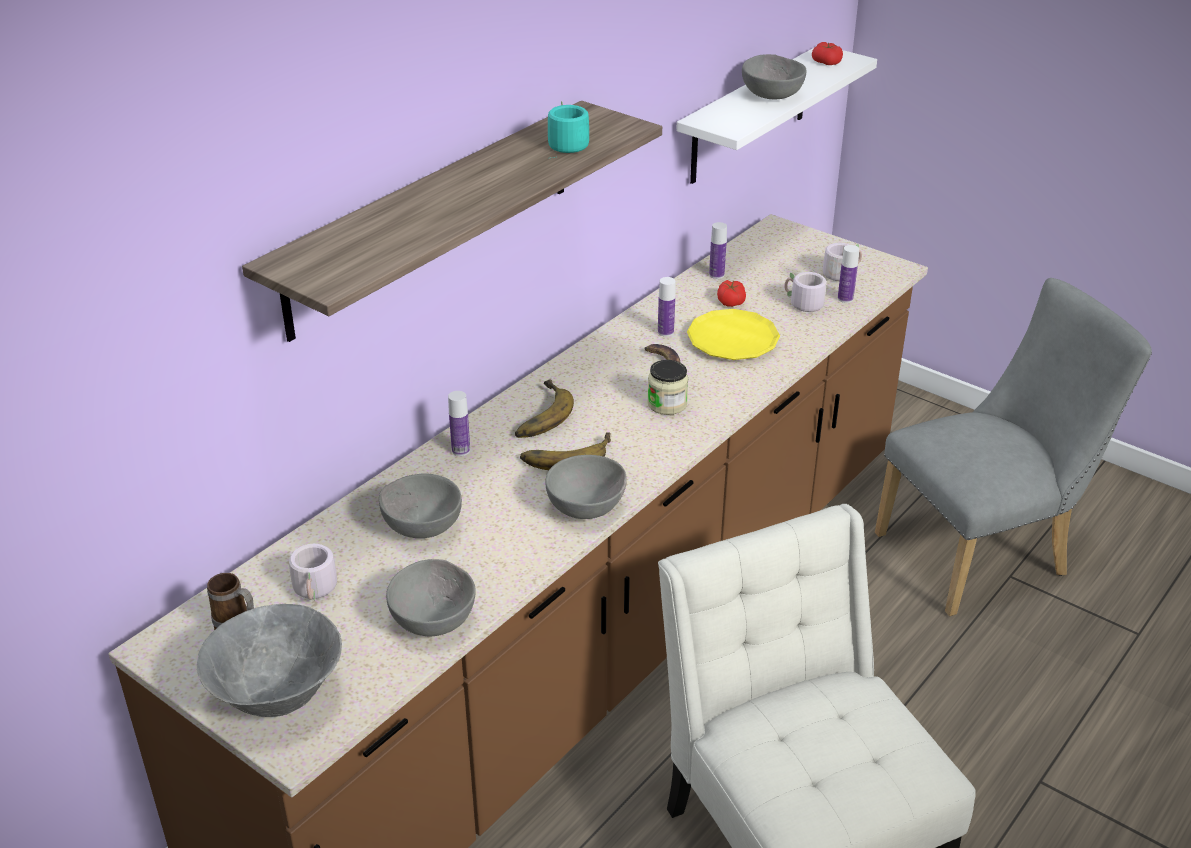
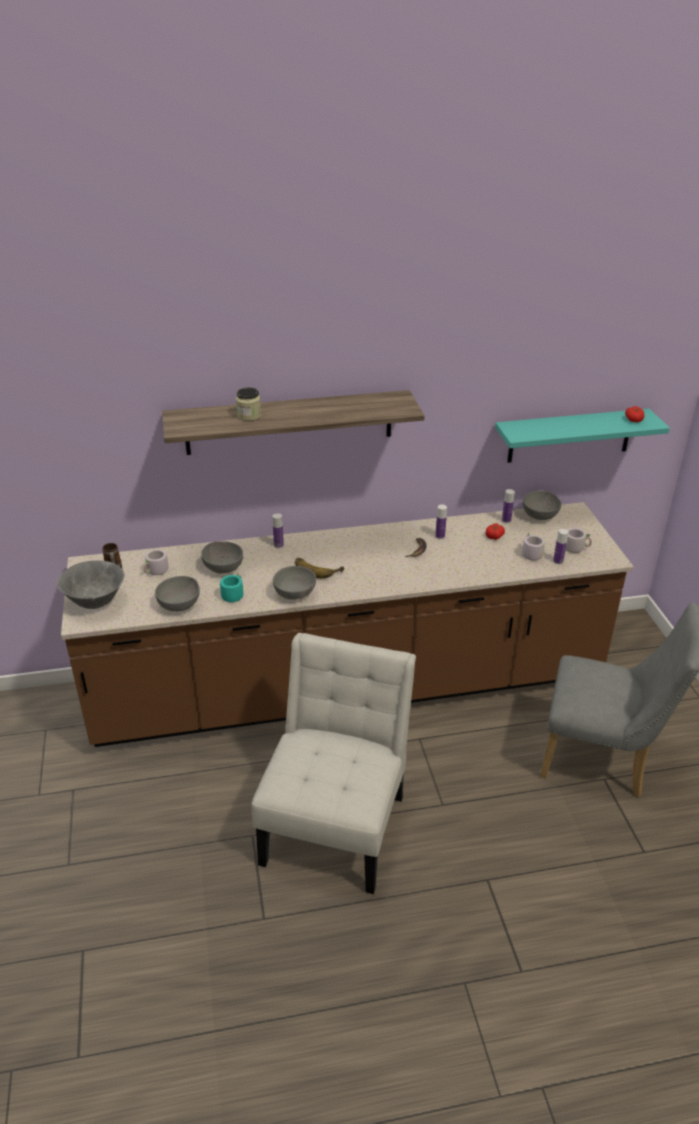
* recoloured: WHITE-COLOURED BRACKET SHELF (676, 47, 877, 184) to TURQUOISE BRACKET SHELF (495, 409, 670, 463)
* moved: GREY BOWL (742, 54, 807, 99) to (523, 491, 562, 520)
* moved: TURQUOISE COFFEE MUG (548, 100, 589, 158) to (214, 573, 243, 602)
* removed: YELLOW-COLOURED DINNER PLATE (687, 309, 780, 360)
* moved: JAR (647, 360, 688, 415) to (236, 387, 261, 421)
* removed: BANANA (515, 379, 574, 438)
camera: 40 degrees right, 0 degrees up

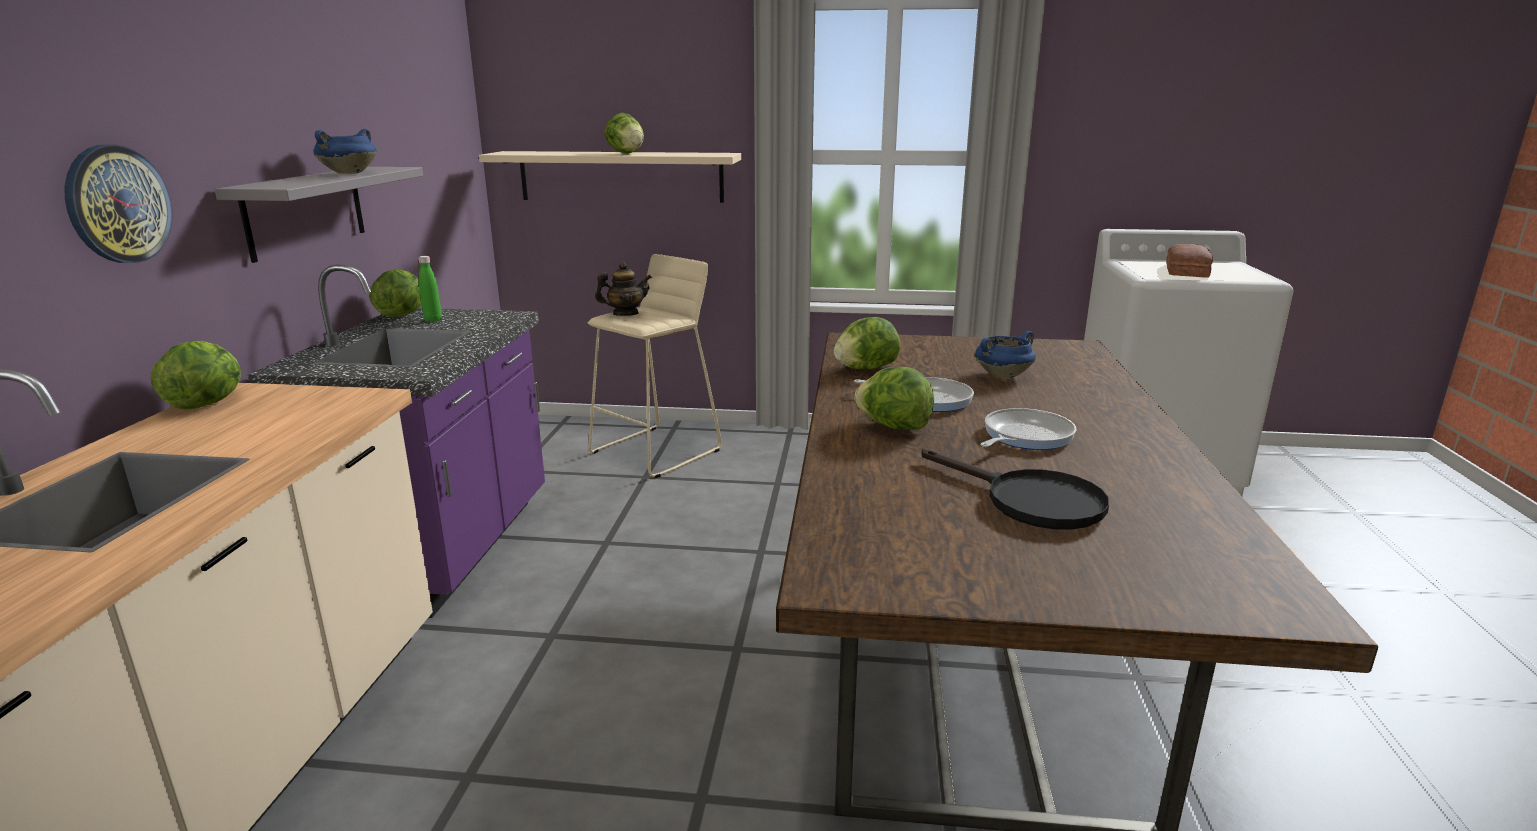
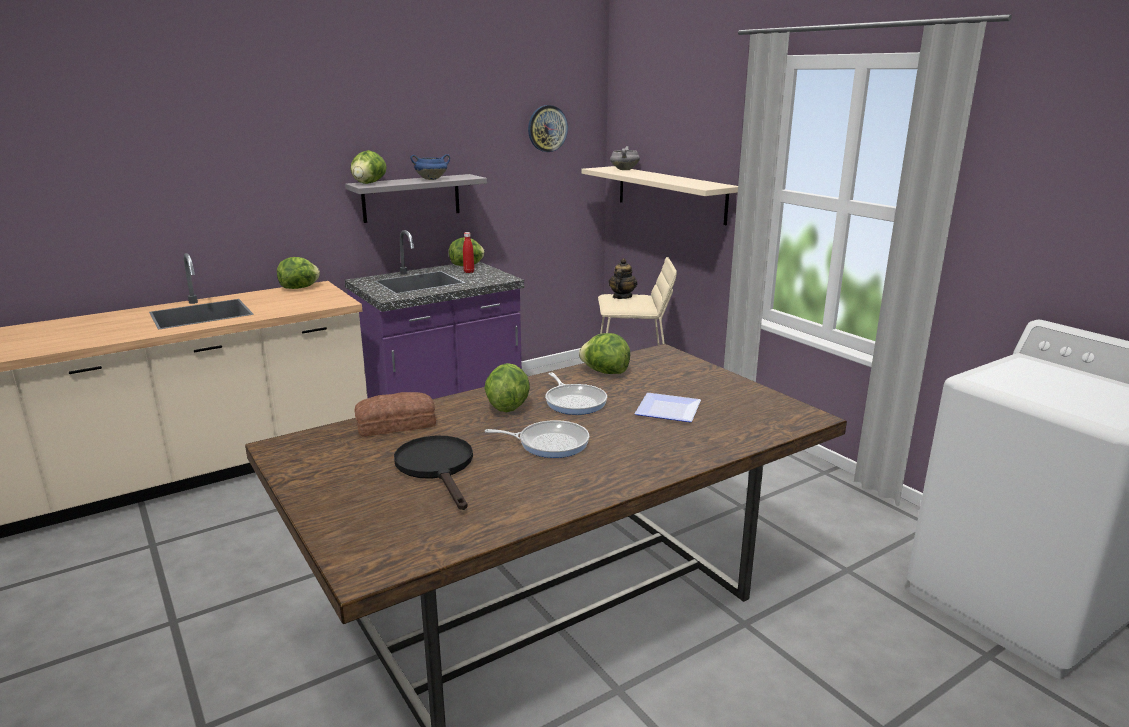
* moved: HEAD OF LETTUCE (605, 113, 644, 154) to (350, 150, 386, 184)
* moved: HANGING CLOCK (65, 144, 172, 263) to (528, 105, 568, 152)
* moved: BAKERY BREAD (1166, 244, 1213, 278) to (354, 392, 436, 437)
* recoloured: GREEN DRINK BOTTLE (418, 256, 442, 322) to RED-COLOURED DRINK BOTTLE (463, 232, 474, 273)
* turned: TEAPOT (595, 262, 652, 316) = (608, 258, 637, 299) 105 degrees counterclockwise
* replaced: BLUISH STOCKPOT (975, 331, 1036, 379) to DINNER PLATE (635, 393, 701, 422)
* turned: BLACKISH SKILLET (921, 449, 1109, 530) = (394, 436, 473, 510) 150 degrees clockwise
* added: GREY STOCKPOT (610, 146, 640, 170)
camera: 50 degrees right, 0 degrees up

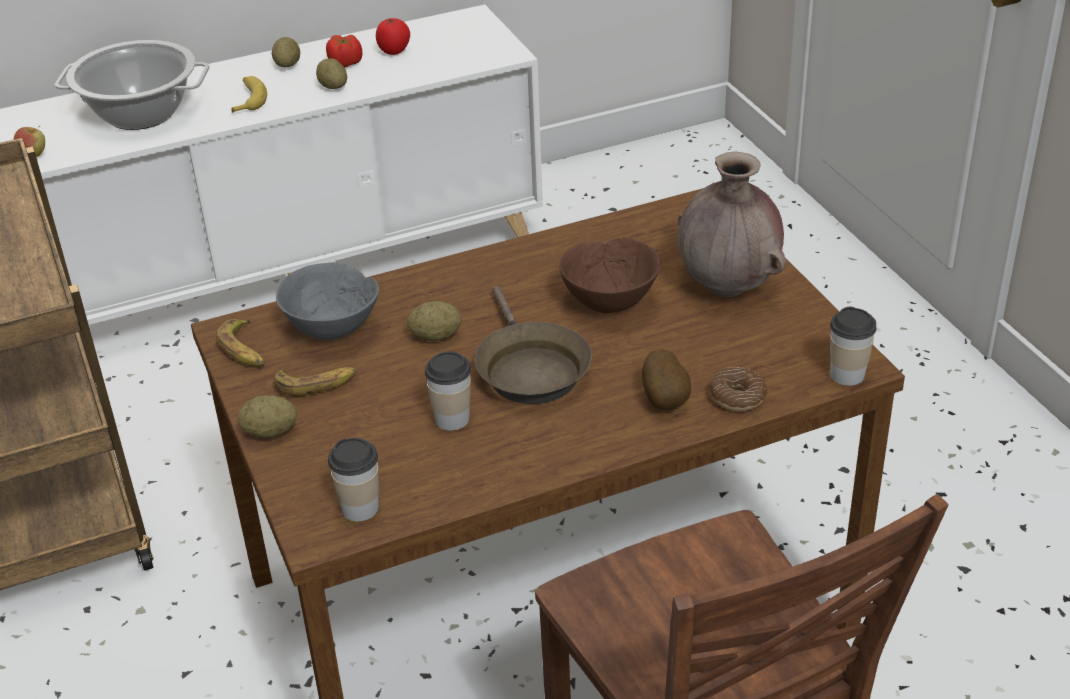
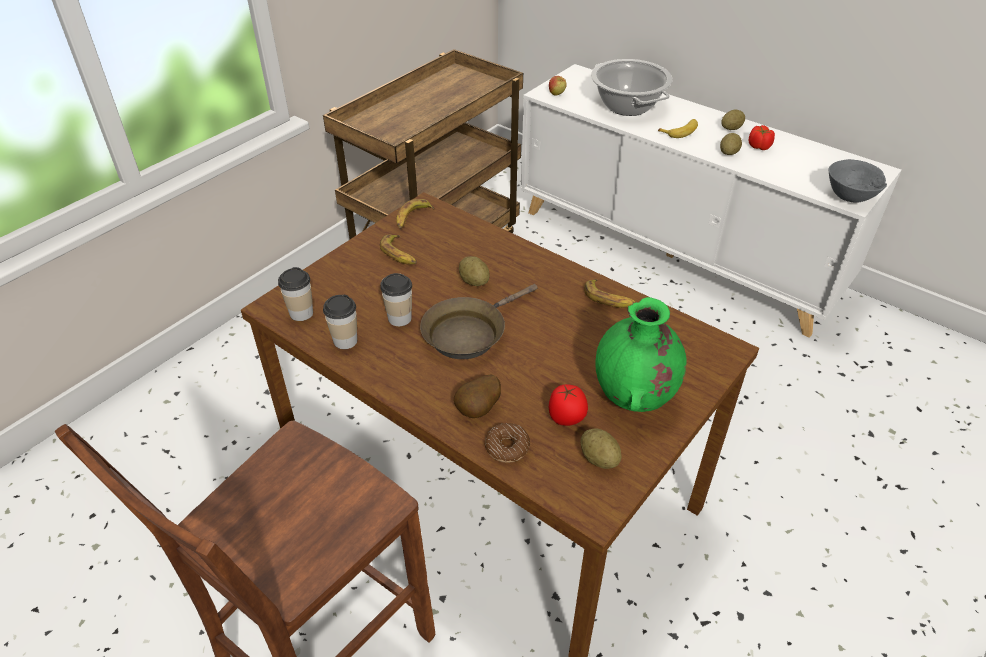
* moved: TOMATO (376, 18, 410, 55) to (549, 384, 588, 426)
* recoloured: BROWN-COLOURED VASE (678, 152, 787, 297) to GREEN VASE (595, 297, 687, 412)
* removed: BROWN-COLOURED BOWL (559, 237, 661, 313)
* moved: GREY BOWL (276, 263, 379, 340) to (829, 159, 887, 202)
* moved: DRINKING CUP (830, 307, 877, 386) to (323, 295, 357, 349)
* moved: WHOLE POTATO (237, 395, 297, 438) to (580, 428, 622, 469)
* added: BANANA (584, 279, 635, 308)
camera: 60 degrees right, 5 degrees up

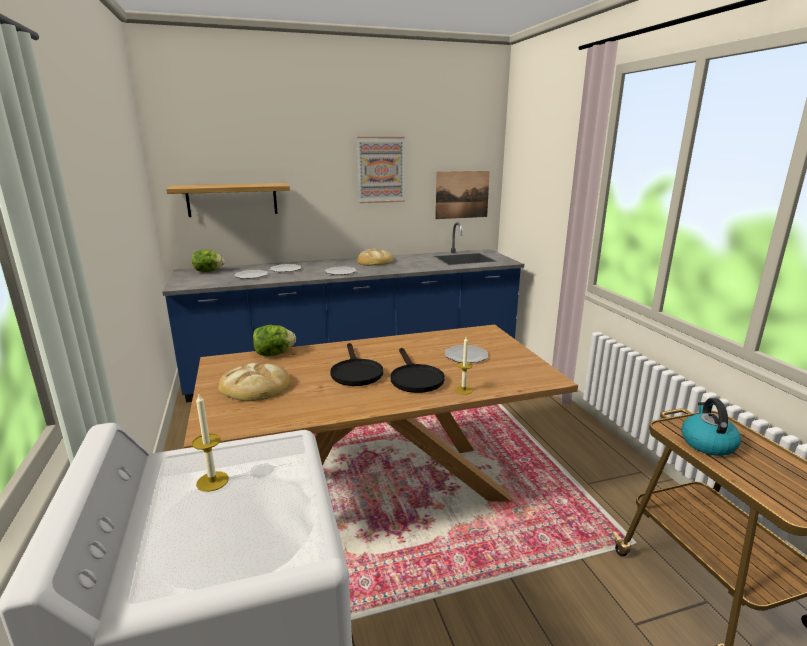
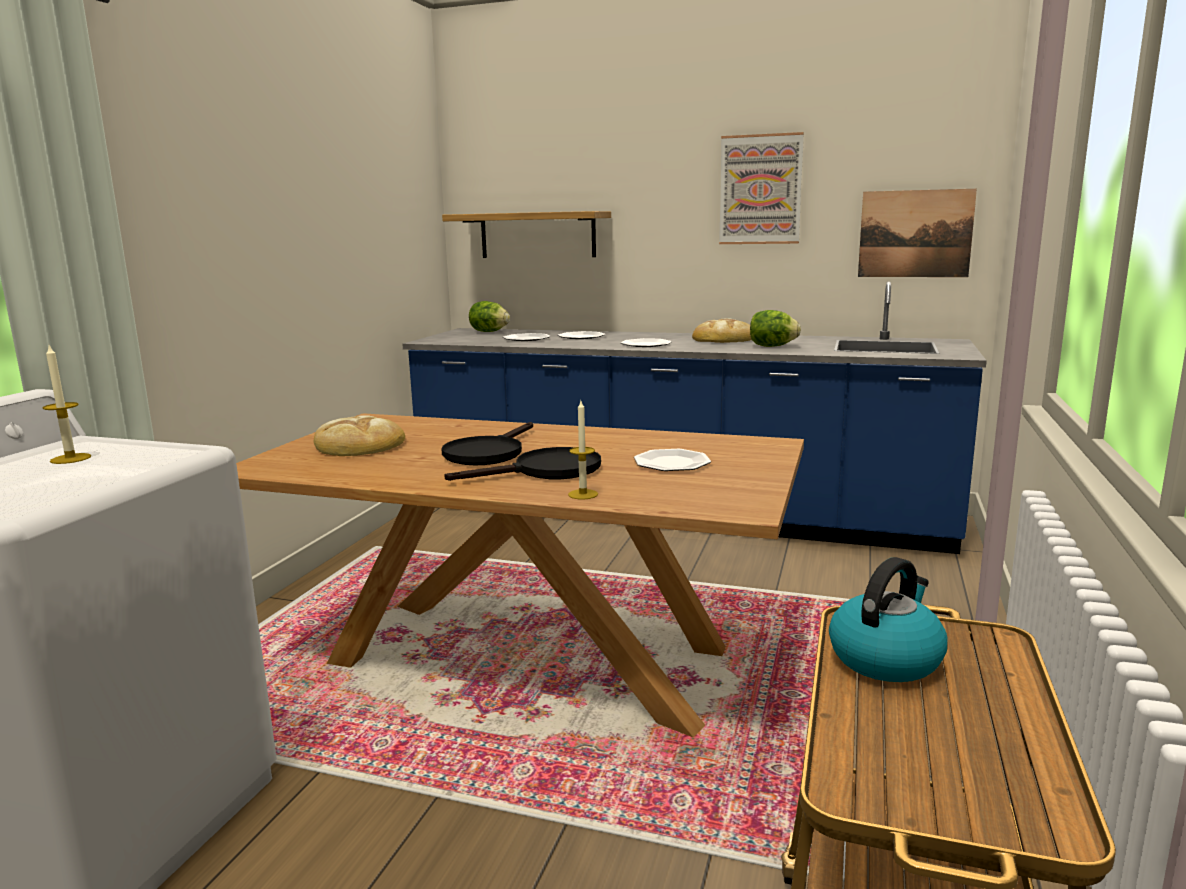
* moved: HEAD OF LETTUCE (253, 325, 296, 356) to (750, 310, 801, 347)
* turned: BLACKISH SKILLET (390, 348, 445, 393) = (445, 447, 601, 481) 135 degrees counterclockwise
camera: 35 degrees right, 5 degrees down

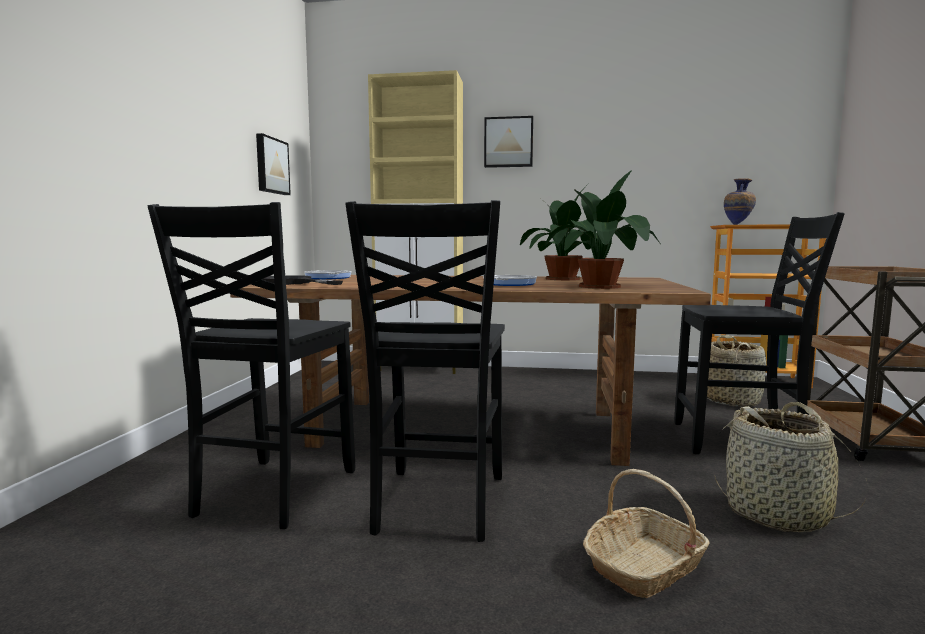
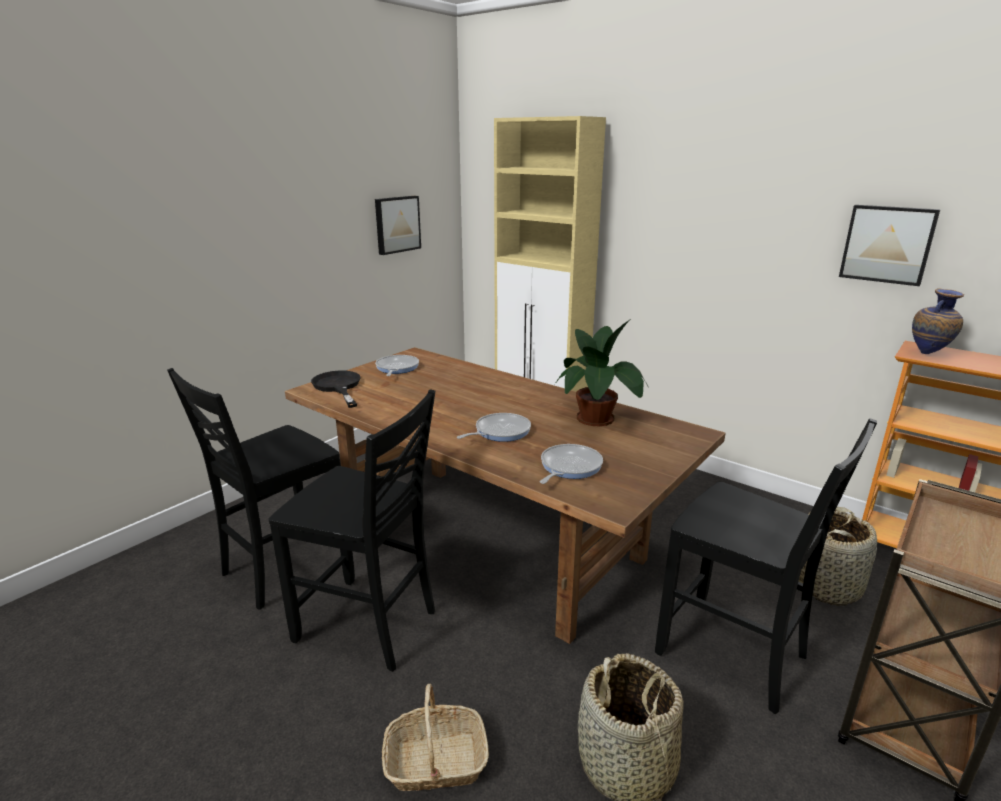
* moved: PICTURE (484, 116, 533, 168) to (839, 205, 940, 286)
* replaced: POTTED PLANT (545, 170, 661, 289) to SKILLET (540, 444, 603, 484)
* turned: BLACKISH CHAIR (345, 200, 505, 542) = (269, 389, 435, 672) 105 degrees counterclockwise
camera: 30 degrees right, 15 degrees up

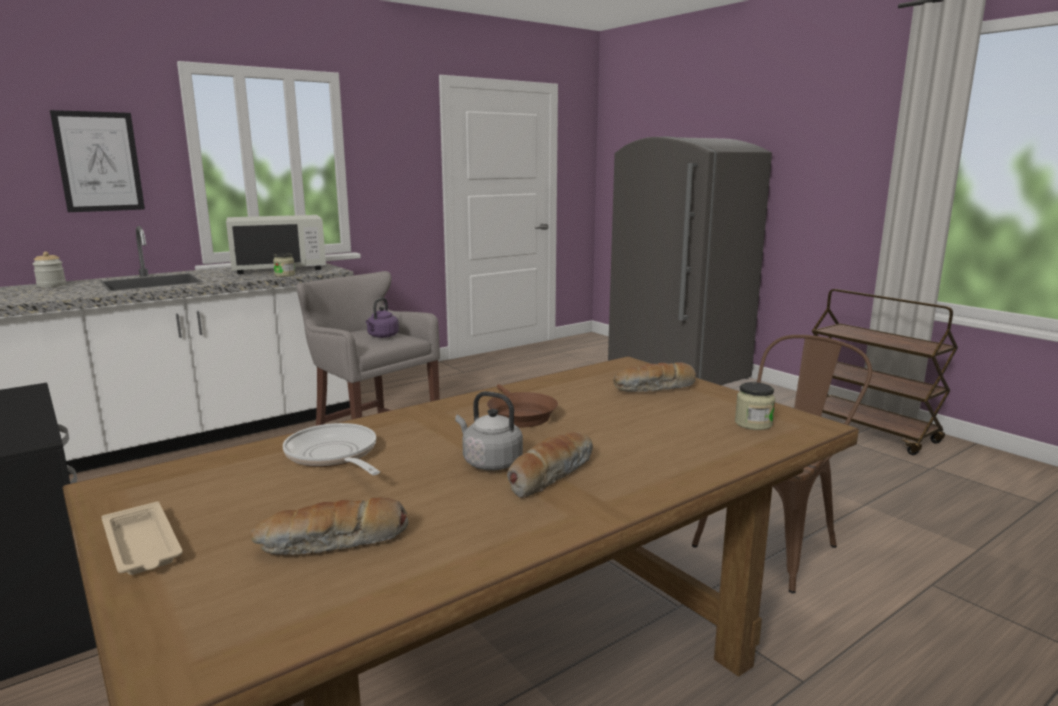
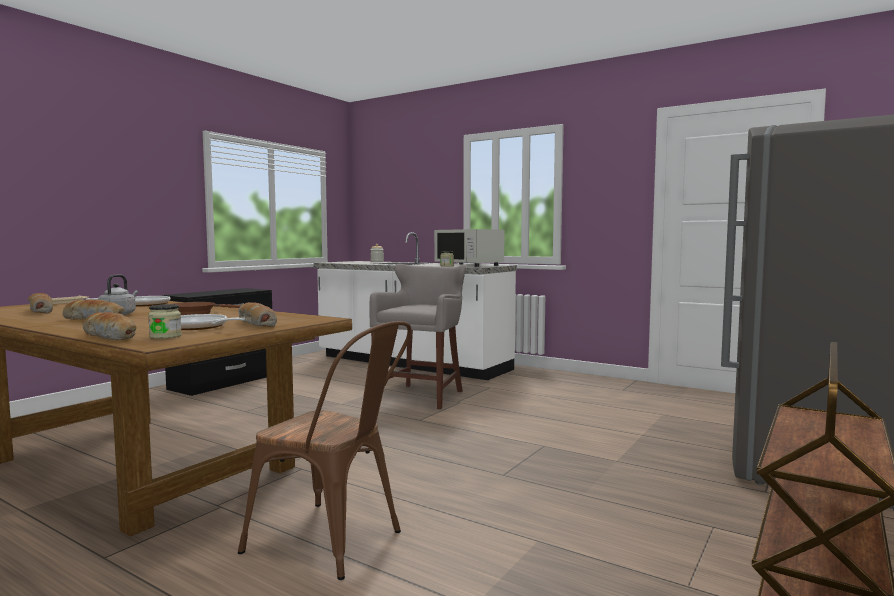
* removed: PICTURE (50, 110, 145, 212)
* removed: PURPLE TEA KETTLE (366, 298, 399, 338)
* added: BAKERY BREAD (83, 312, 137, 340)
* added: SKILLET (181, 314, 245, 330)
camera: 70 degrees right, 10 degrees down

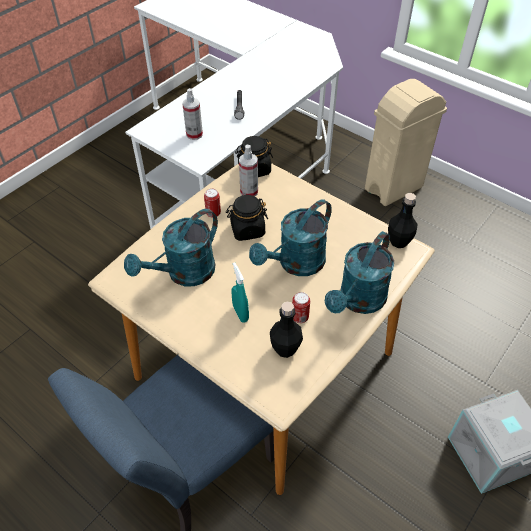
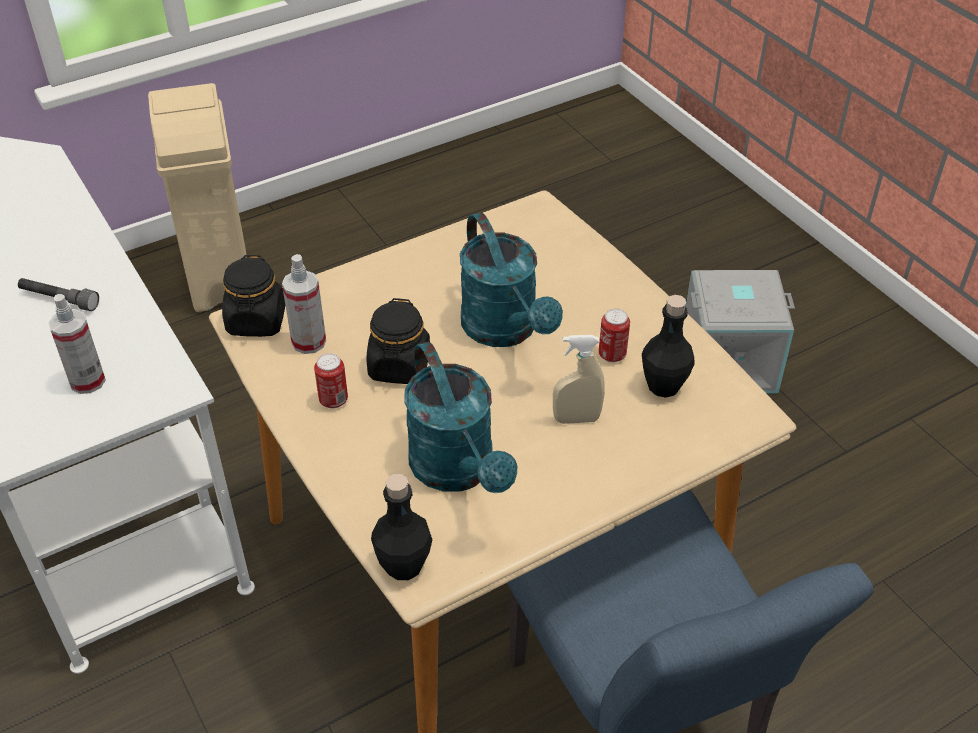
* moved: BLACKISH DRINK BOTTLE (388, 193, 417, 248) to (371, 474, 432, 580)
* removed: TURQUOISE WATERING CAN (325, 231, 394, 314)
* recoloured: TURQUOISE SPRAY BOTTLE (231, 262, 249, 323) to BEIGE-COLOURED SPRAY BOTTLE (553, 335, 605, 424)
camera: 70 degrees left, 5 degrees down

